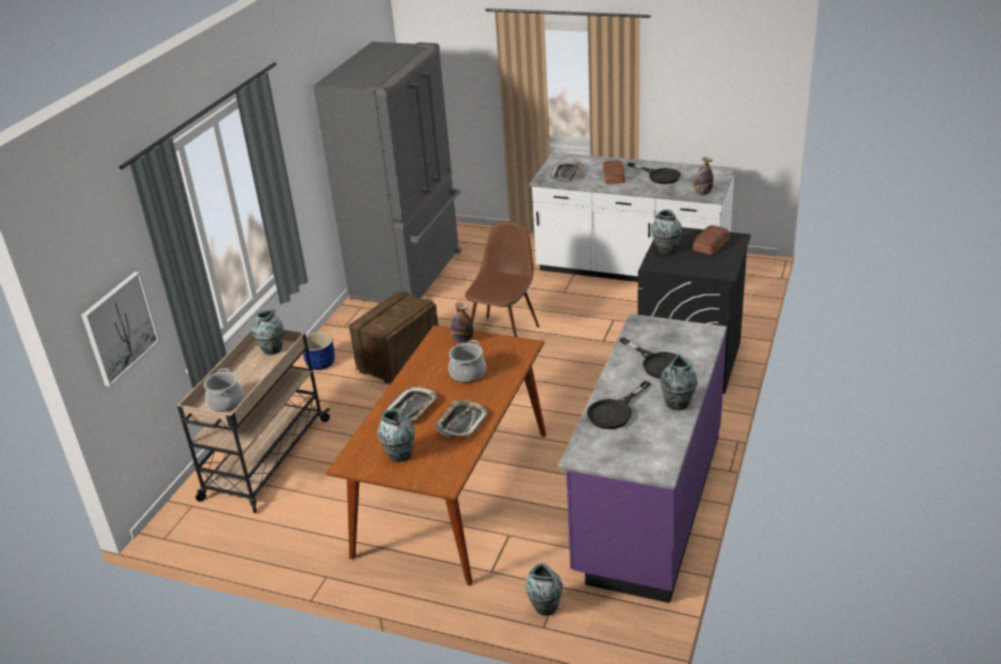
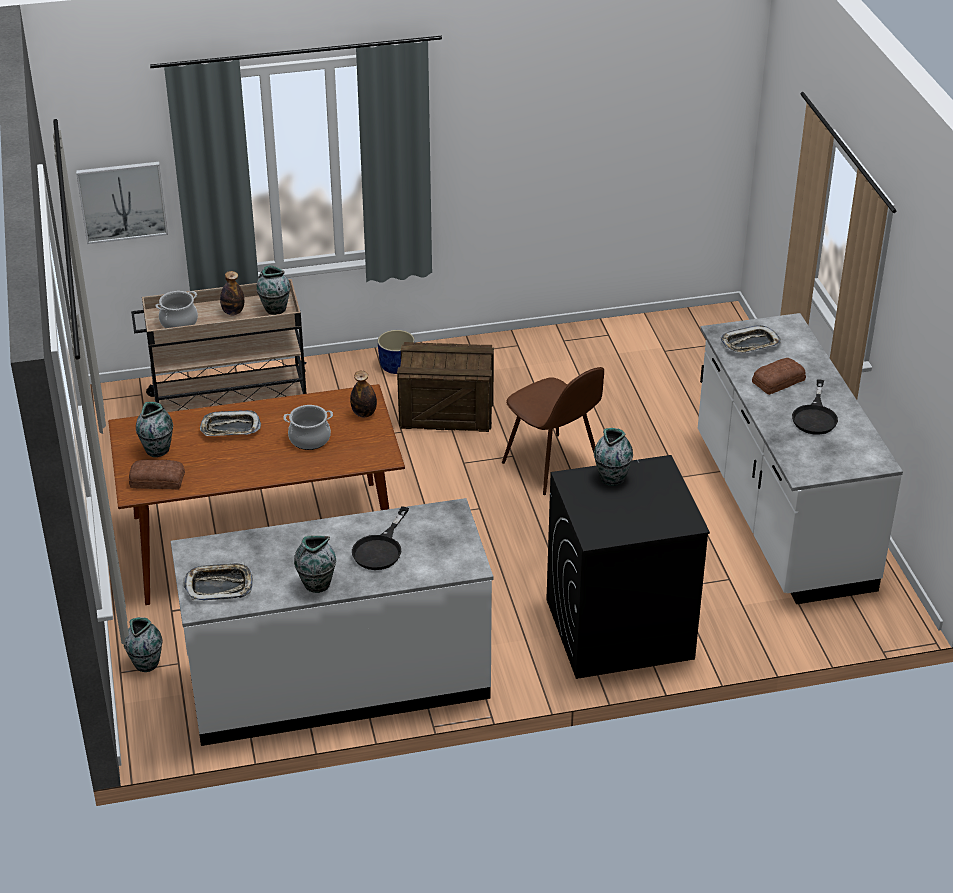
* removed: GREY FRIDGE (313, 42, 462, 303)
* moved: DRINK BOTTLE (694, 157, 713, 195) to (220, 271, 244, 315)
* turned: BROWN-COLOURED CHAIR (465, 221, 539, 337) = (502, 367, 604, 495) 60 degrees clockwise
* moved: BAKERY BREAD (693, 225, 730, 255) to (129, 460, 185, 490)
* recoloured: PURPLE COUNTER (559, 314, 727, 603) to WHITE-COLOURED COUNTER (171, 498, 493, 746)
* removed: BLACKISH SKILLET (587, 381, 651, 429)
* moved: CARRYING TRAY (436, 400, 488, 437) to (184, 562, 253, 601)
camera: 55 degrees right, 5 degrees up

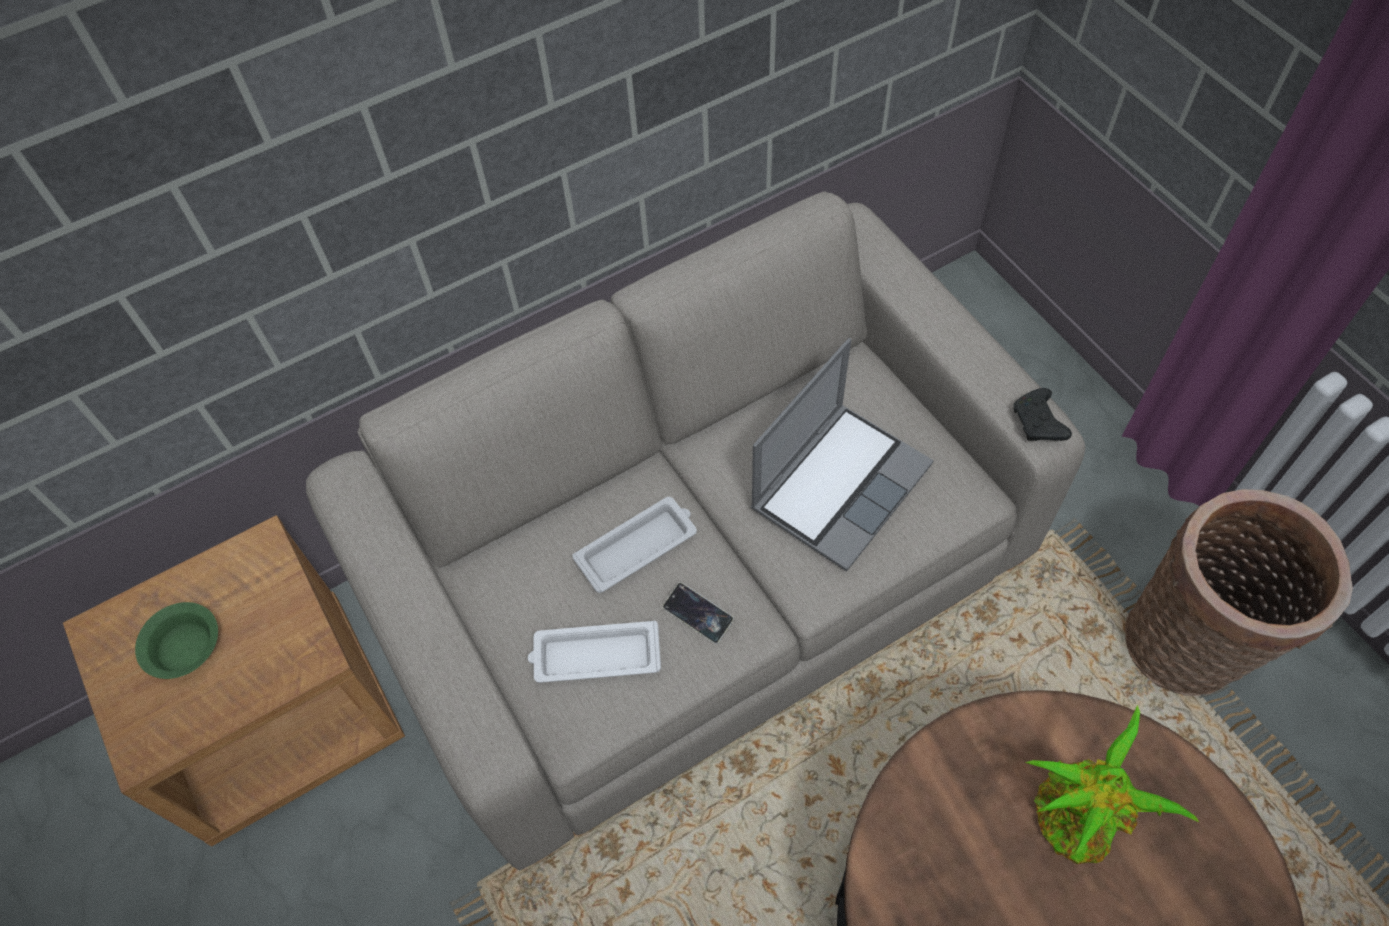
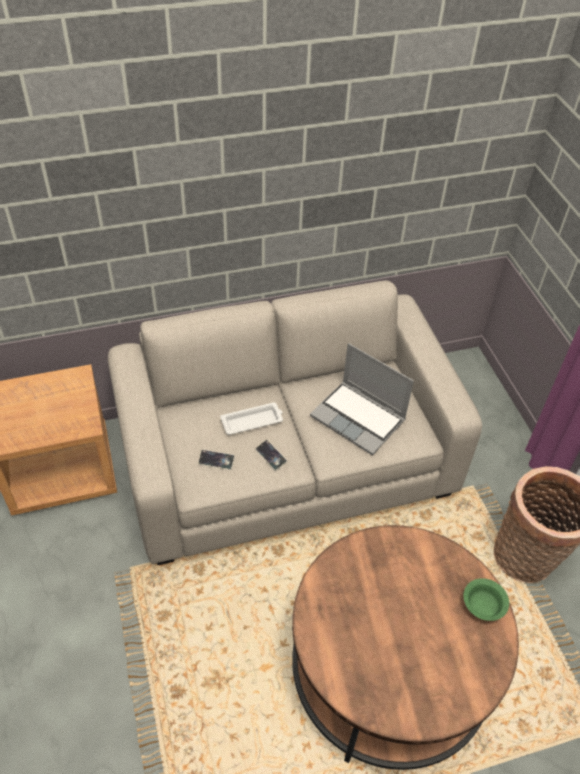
* turned: LAPTOP (751, 338, 934, 572) = (310, 343, 414, 455) 75 degrees clockwise
* removed: BLACKISH GAMEPAD (1013, 388, 1072, 441)
* moved: GREEN BOWL (135, 602, 218, 679) to (463, 578, 509, 621)
* replaced: WHITE-COLOURED CARRYING TRAY (528, 621, 661, 683) to PHONE (198, 450, 235, 470)
* removed: POTTED PLANT (1024, 705, 1200, 864)
camera: 10 degrees right, 10 degrees down

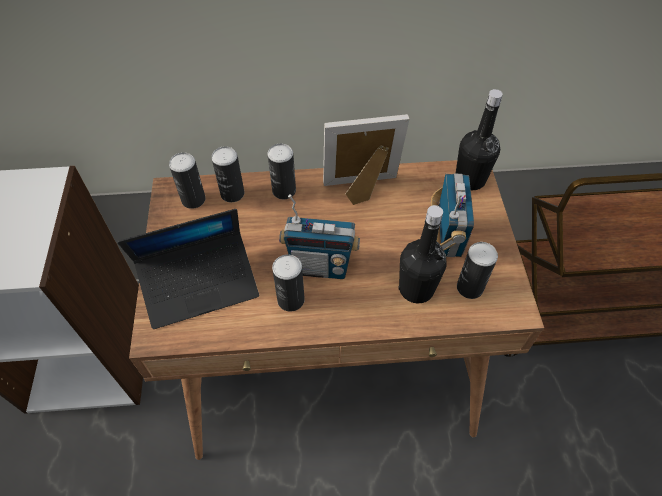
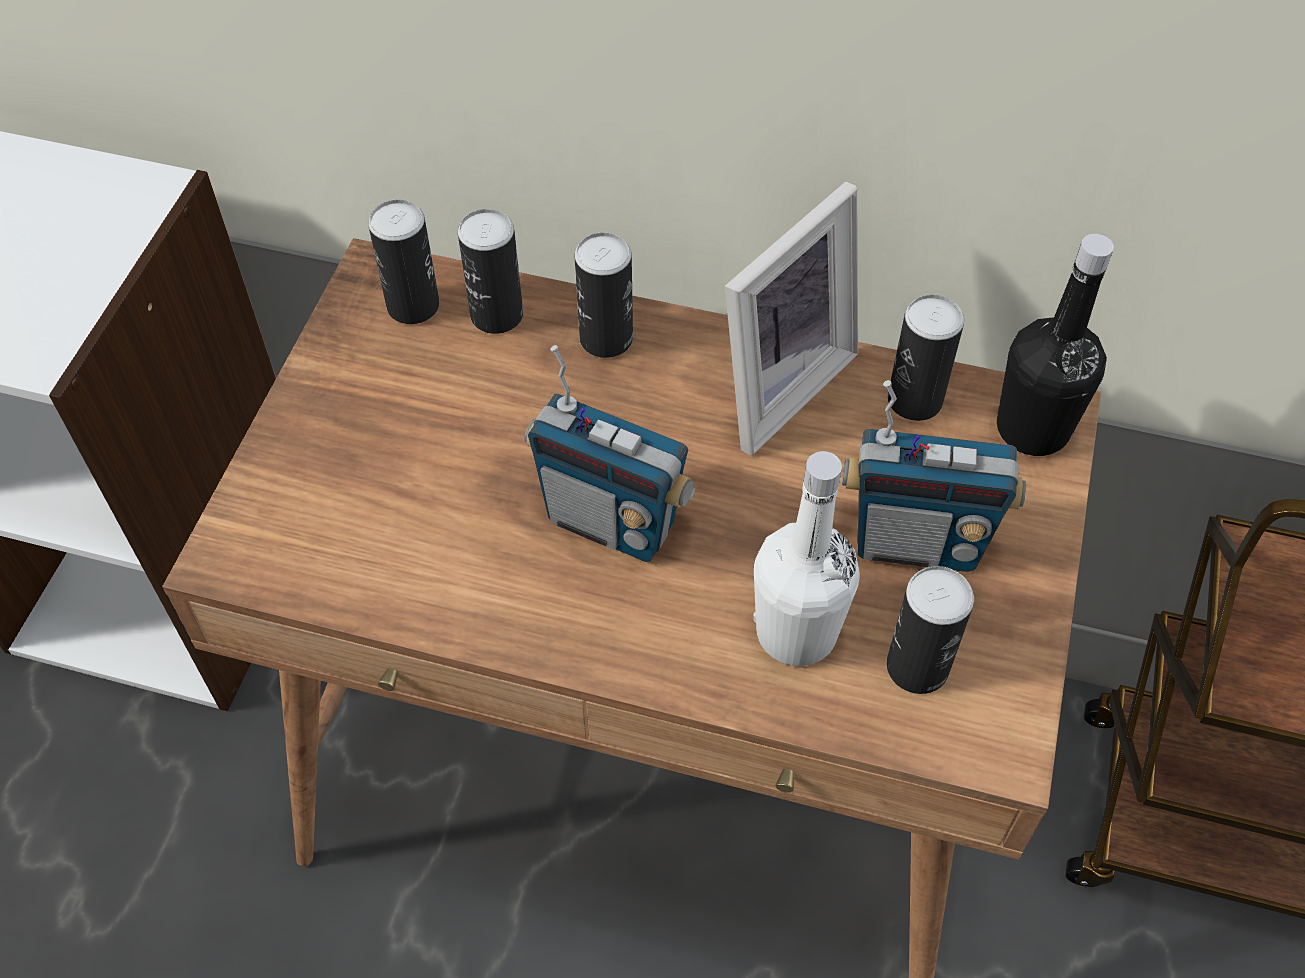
* turned: PICTURE FRAME (323, 114, 409, 205) = (725, 181, 858, 455) 120 degrees clockwise
* turned: RADIO RECEIVER (431, 173, 474, 257) = (842, 380, 1026, 572) 75 degrees clockwise
* recoloured: BLACKISH DRINK BOTTLE (398, 205, 447, 303) to WHITE-COLOURED DRINK BOTTLE (753, 451, 860, 666)
* removed: LAPTOP (117, 209, 259, 329)
* moved: SEALED CAN (272, 254, 305, 312) to (888, 295, 964, 421)
camera: 20 degrees right, 0 degrees up

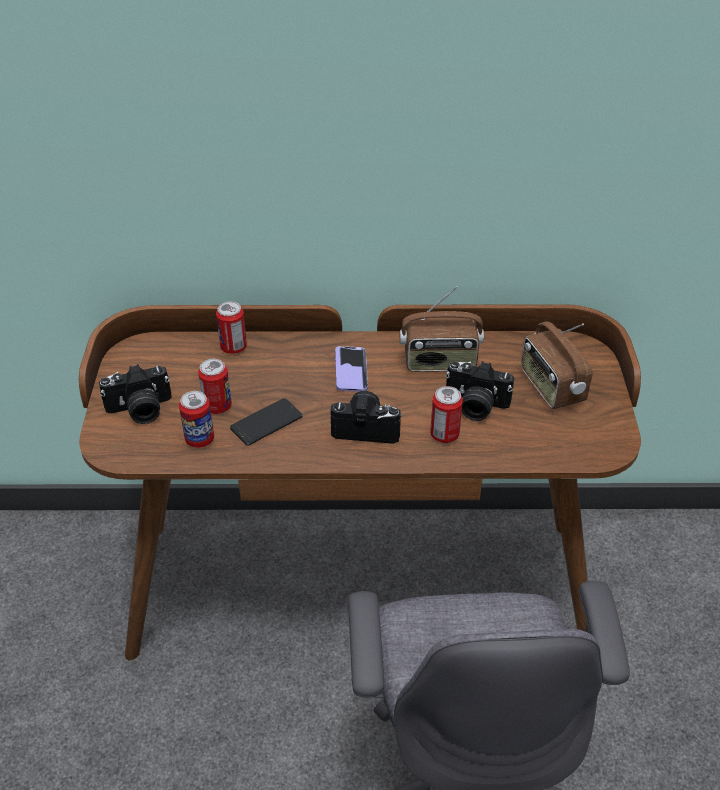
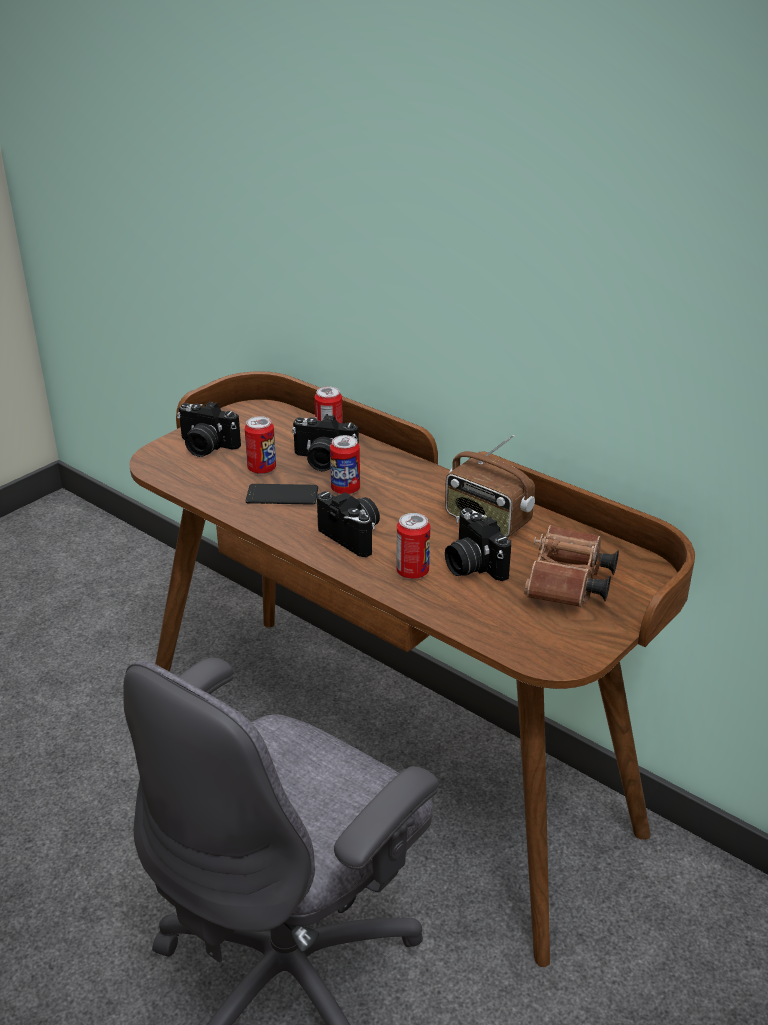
* replaced: RADIO RECEIVER (521, 322, 593, 409) to BROWN-COLOURED BINOCULARS (524, 525, 619, 607)
* removed: PHONE (335, 346, 368, 392)
* moved: SEALED CAN (179, 391, 214, 448) to (330, 435, 360, 494)
* added: PHOTO CAMERA (292, 414, 359, 471)
camera: 40 degrees right, 10 degrees down

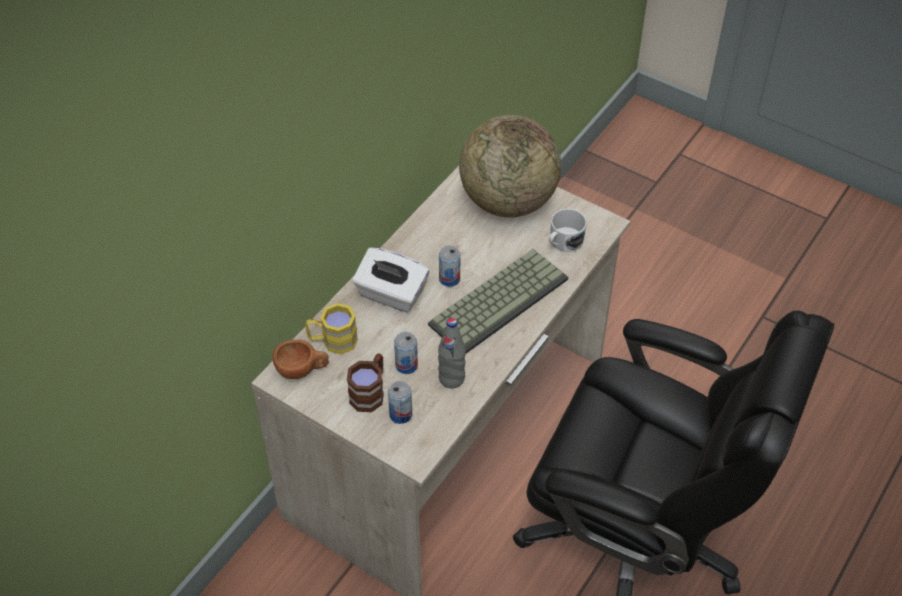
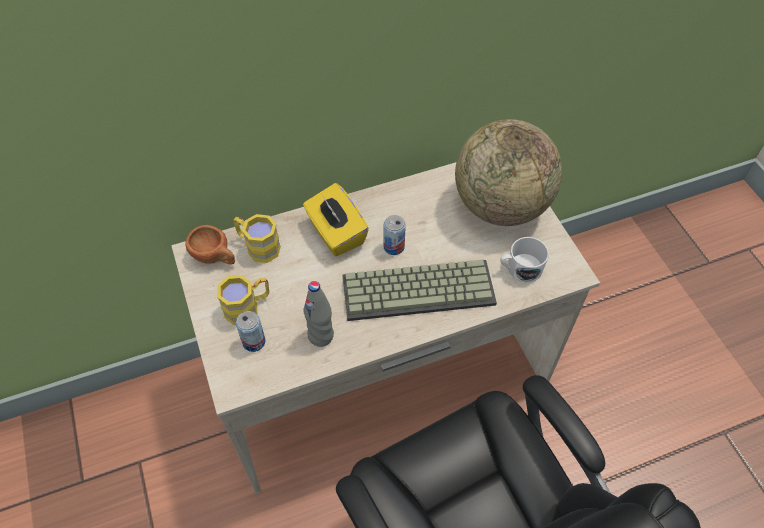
* recoloured: WHITE-COLOURED TISSUE BOX (352, 247, 429, 312) to YELLOW-COLOURED TISSUE BOX (303, 183, 369, 256)
* removed: SEALED CAN (394, 332, 418, 374)
* recoloured: BROWN-COLOURED COFFEE MUG (347, 353, 384, 412) to YELLOW-COLOURED COFFEE MUG (217, 275, 269, 325)
camera: 35 degrees right, 5 degrees up

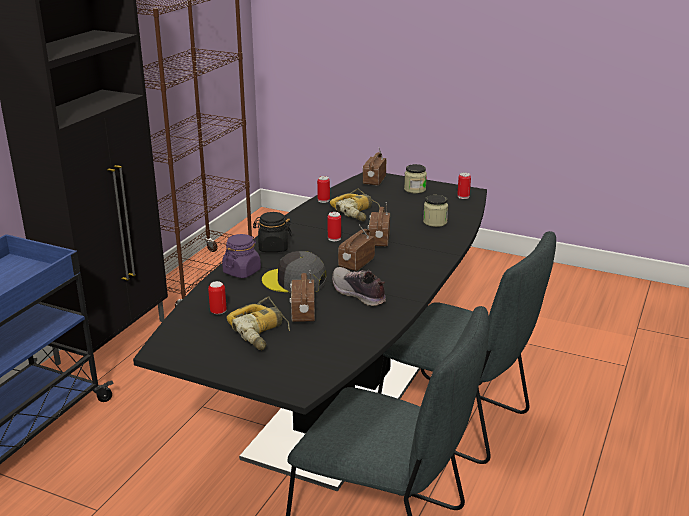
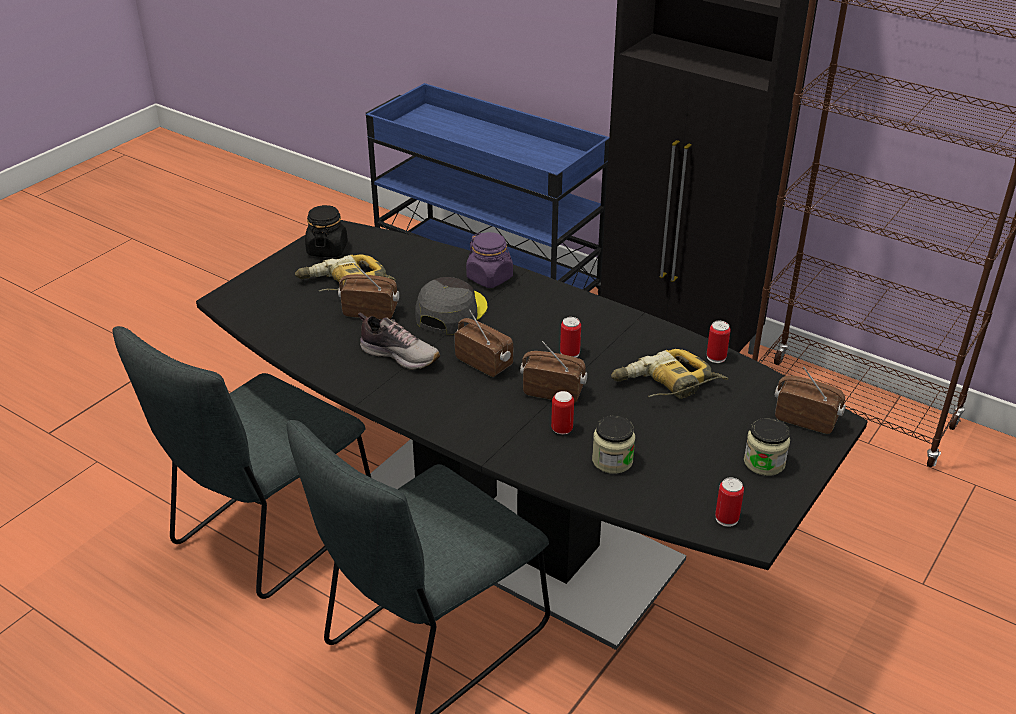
* moved: BLACKISH JAR (253, 212, 292, 252) to (305, 205, 348, 257)
* turned: LOW SHOE (332, 267, 386, 306) = (358, 312, 440, 369) 60 degrees clockwise
* moved: SEALED CAN (208, 281, 227, 315) to (551, 391, 574, 434)
camera: 100 degrees right, 10 degrees up

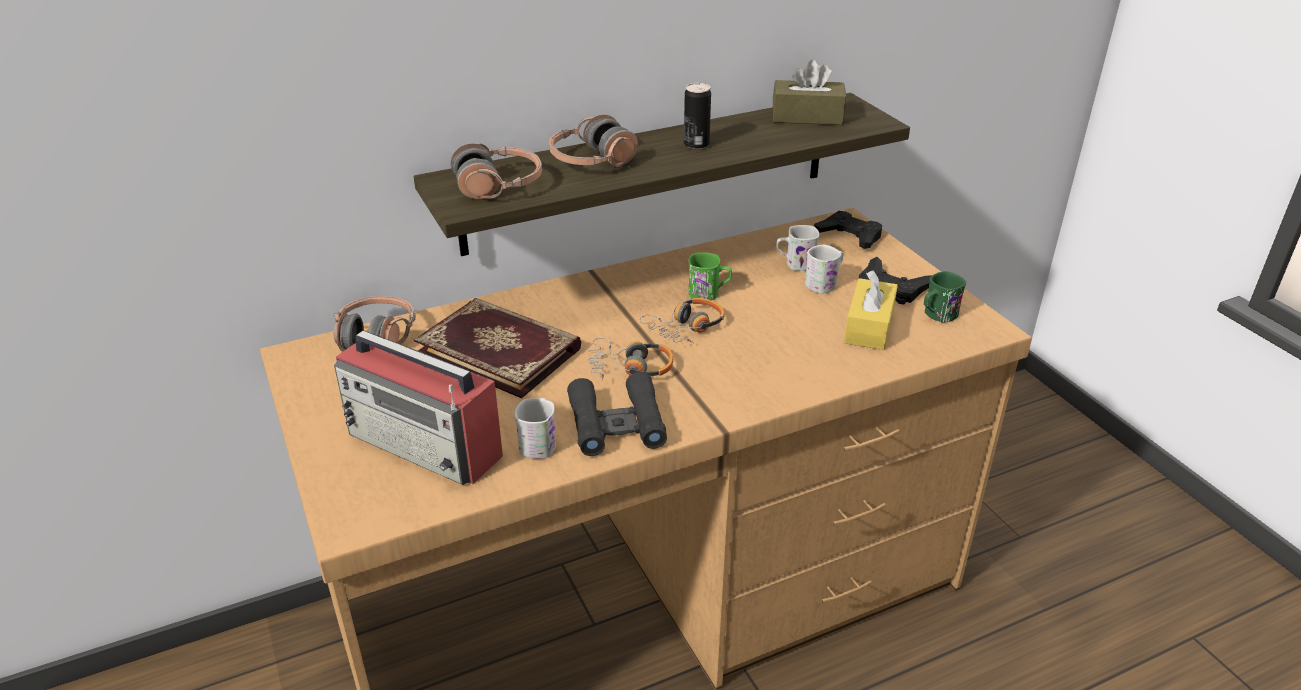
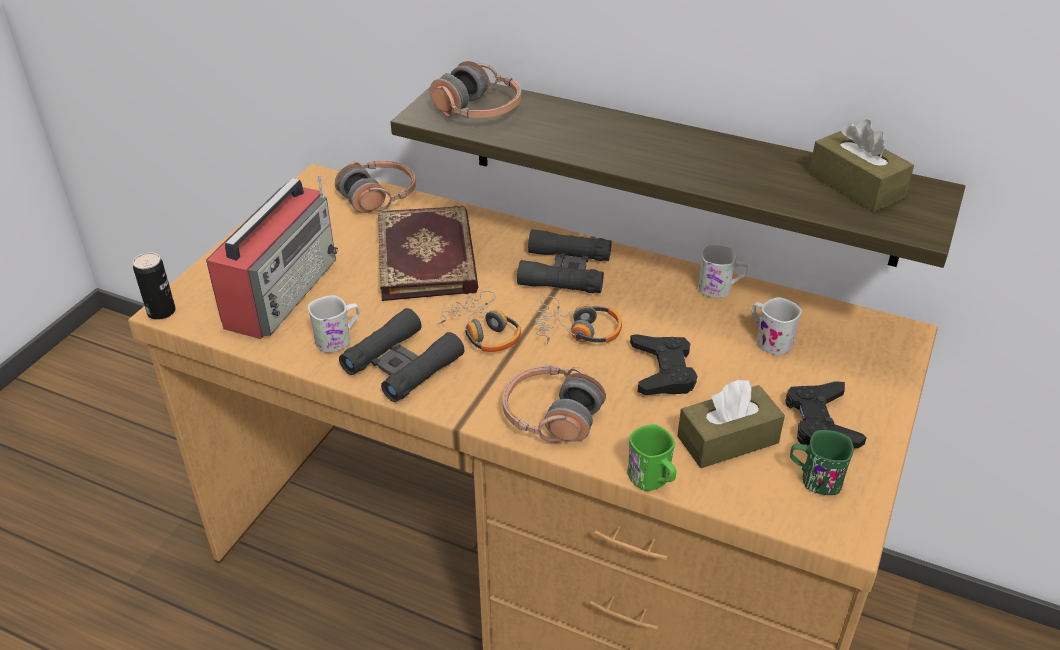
* moved: SEALED CAN (684, 83, 711, 149) to (133, 252, 176, 320)
* moved: HEADPHONES (549, 115, 638, 167) to (503, 365, 606, 443)
* moved: BLACKISH GAMEPAD (814, 211, 882, 249) to (630, 334, 697, 395)
* moved: WHITE-COLOURED COFFEE MUG (805, 245, 843, 294) to (698, 245, 748, 298)
* moved: GREEN COFFEE MUG (689, 252, 732, 300) to (627, 424, 676, 491)
* recoloured: YELLOW-COLOURED TISSUE BOX (844, 271, 898, 350) to BROWN-COLOURED TISSUE BOX (677, 380, 785, 468)
* turned: RADIO RECEIVER (334, 330, 503, 485) = (206, 175, 338, 339) 150 degrees counterclockwise
* added: BLACKISH BINOCULARS (517, 229, 612, 293)
camera: 50 degrees right, 5 degrees up

